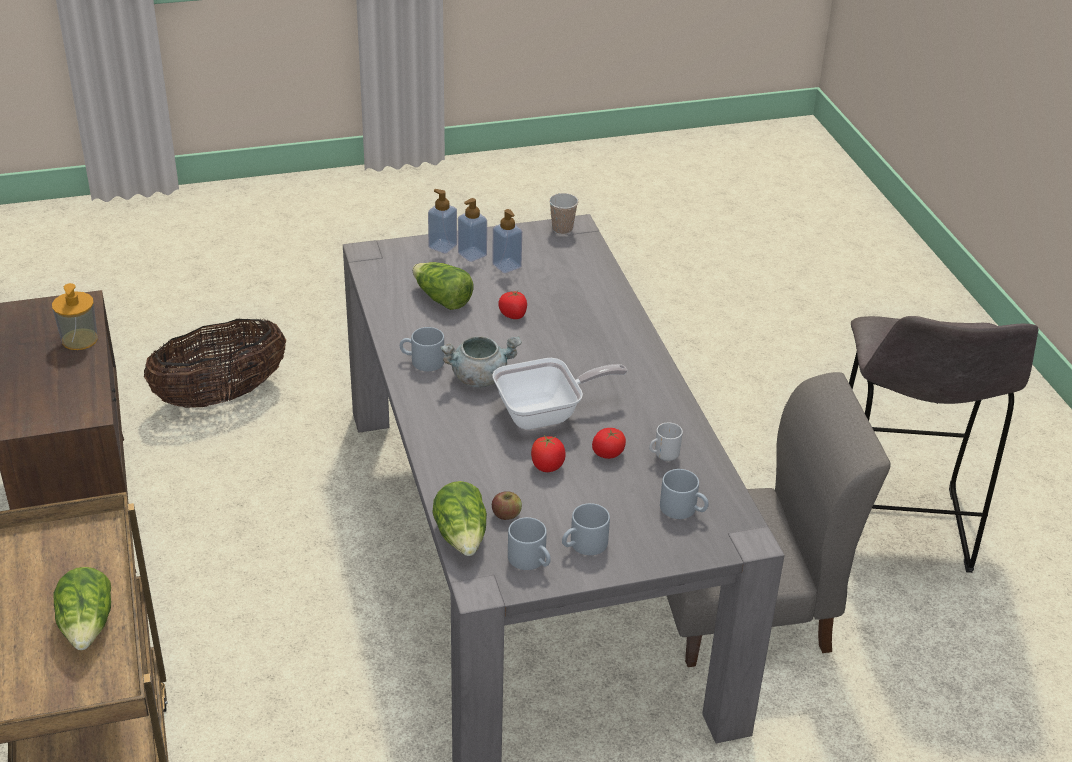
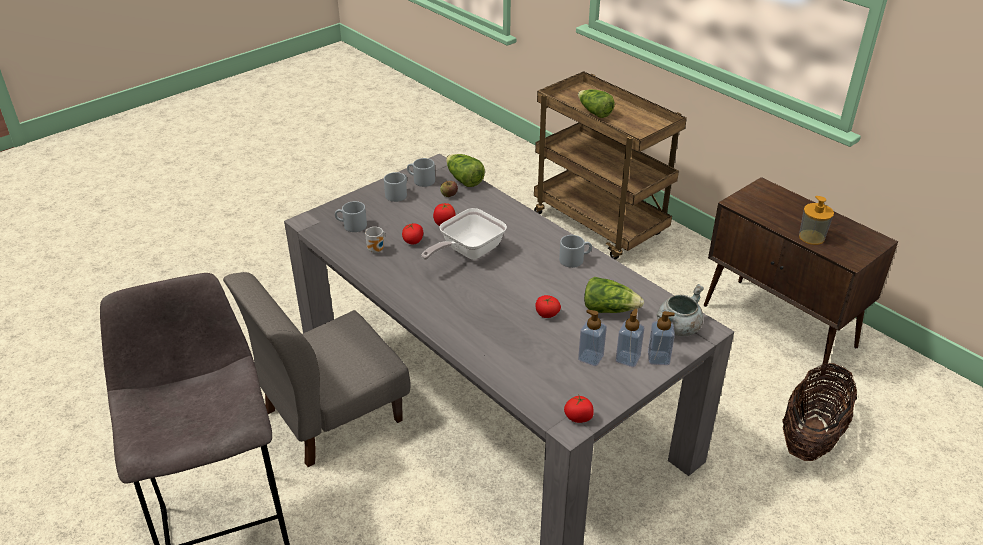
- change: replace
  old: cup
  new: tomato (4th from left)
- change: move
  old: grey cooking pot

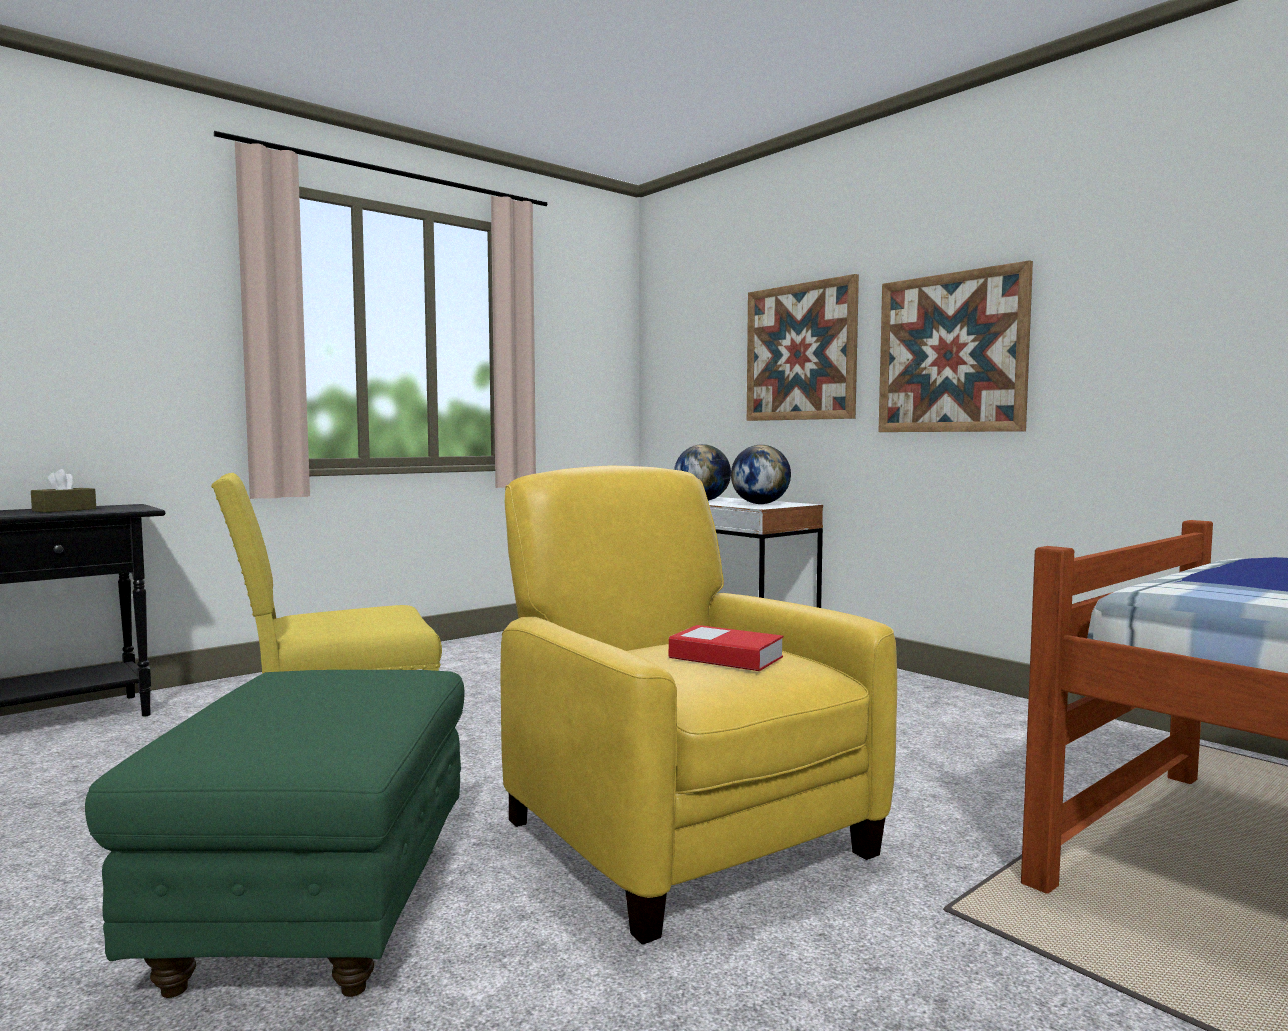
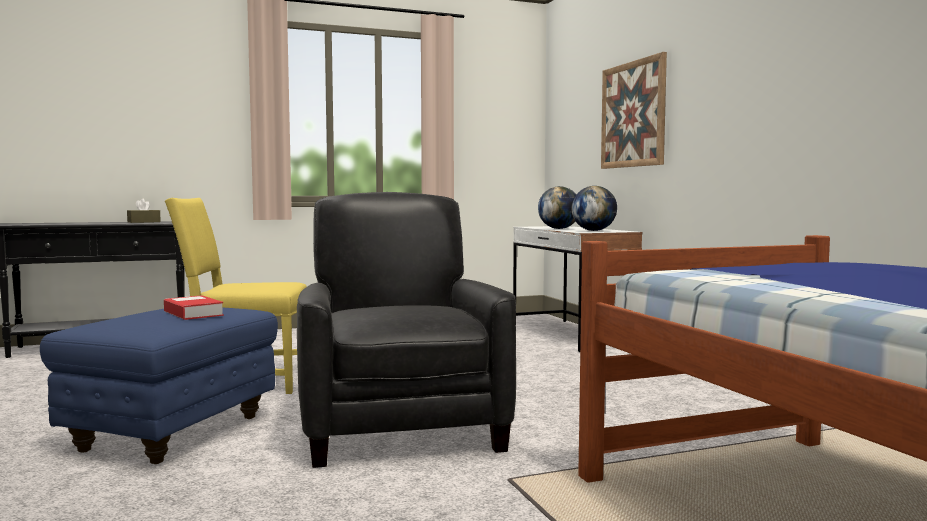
- change: recolor
  old: green ottoman
  new: blue ottoman
- change: move
  old: book
- change: recolor
  old: yellow armchair
  new: black armchair
- change: delete
  old: picture (2nd from left)

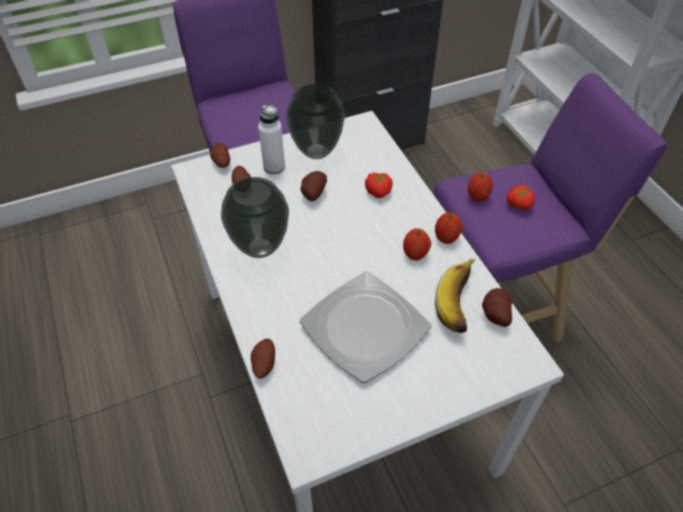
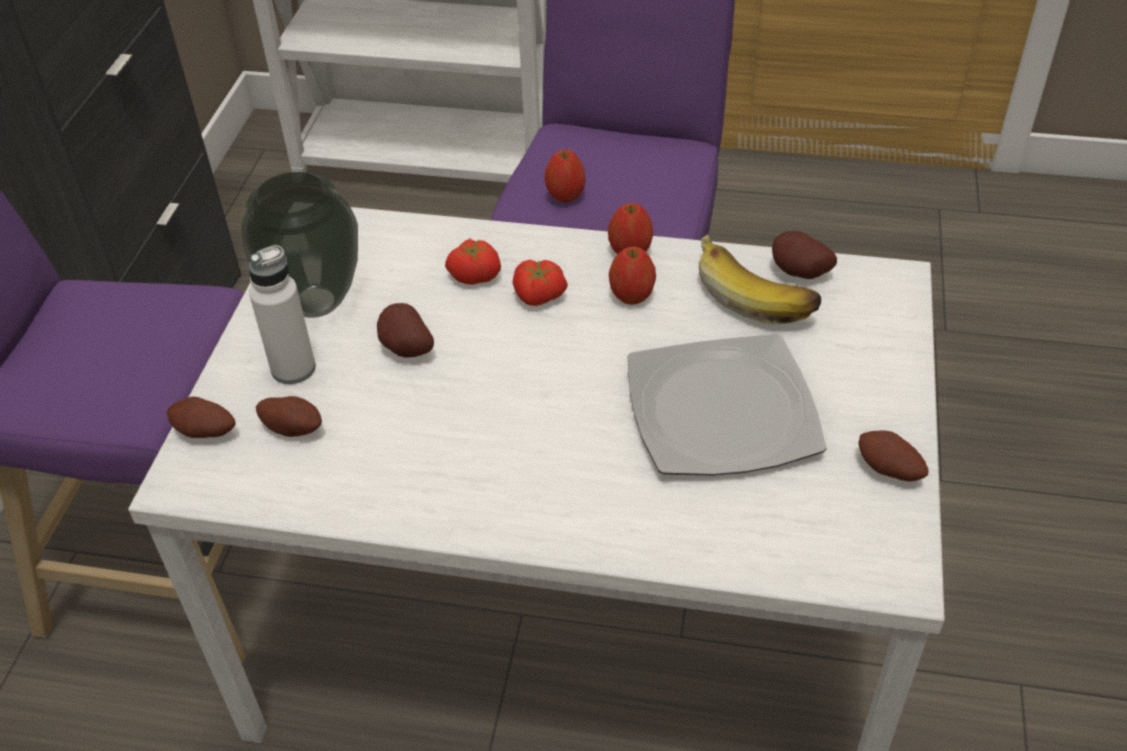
- change: move
  old: tomato (2nd from left)
- change: move
  old: potato (3rd from left in the first image)
  new: potato (5th from left)
- change: delete
  old: vase (1st from left)

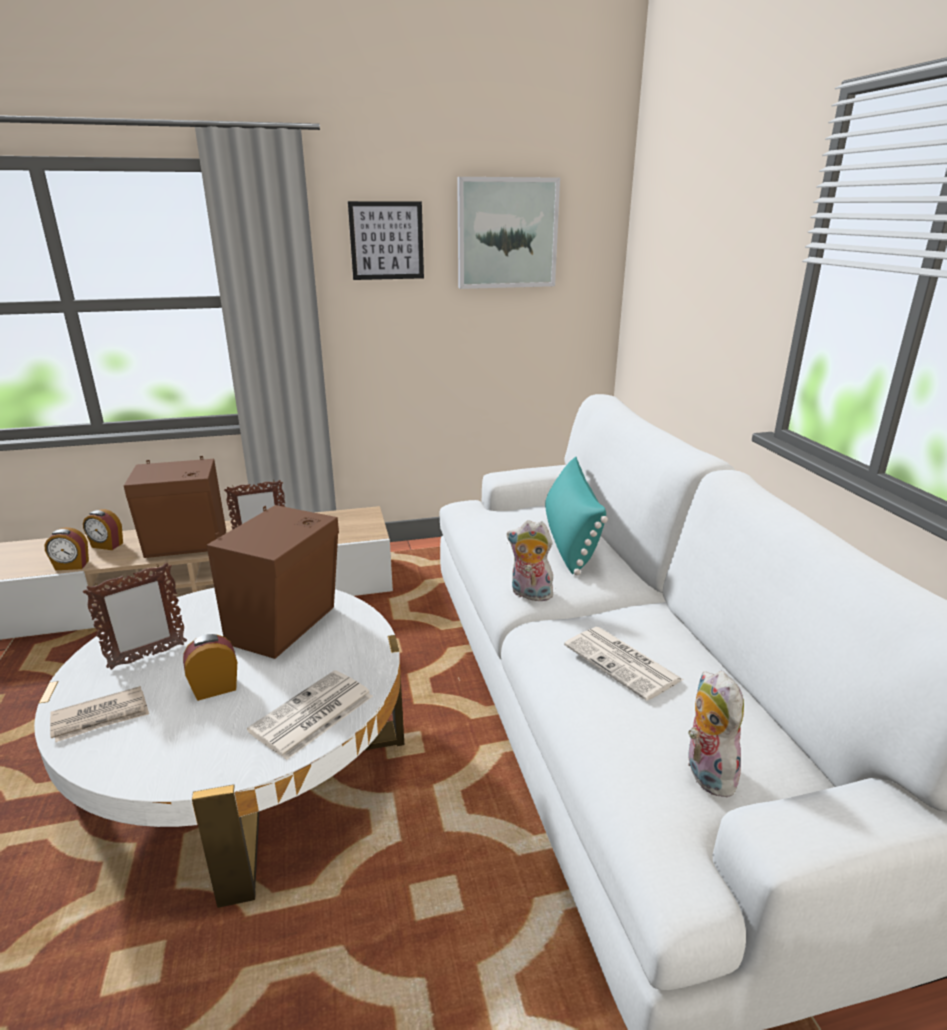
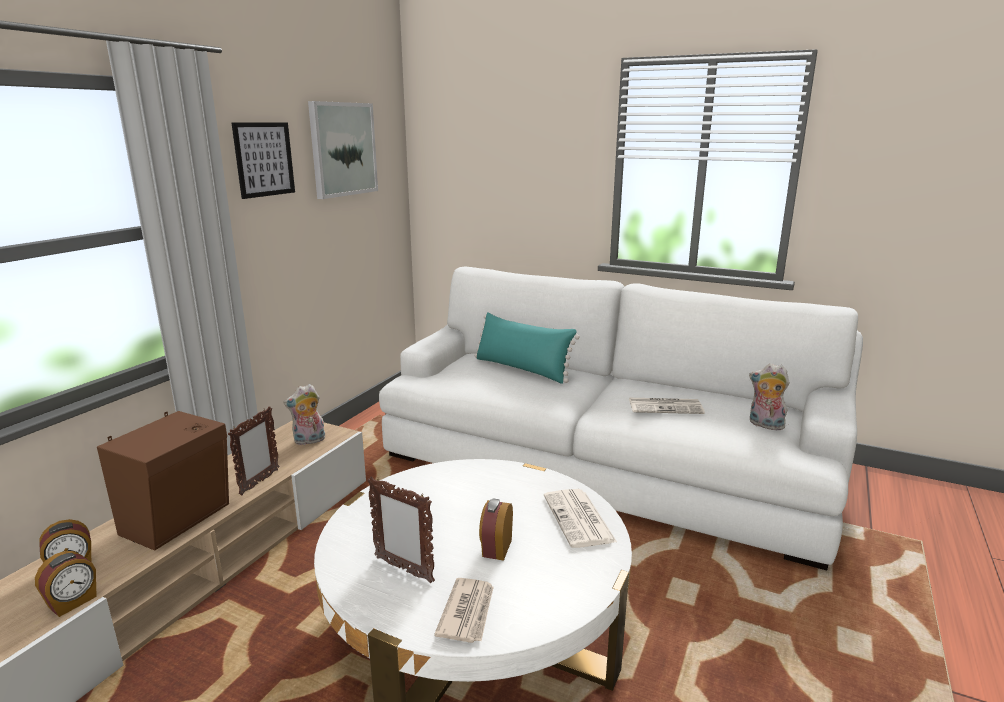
- change: move
  old: plush toy (1st from left)
- change: rotate
  old: picture frame (1st from left in the first image)
  degrees: 120
- change: delete
  old: brown speaker (2nd from left)

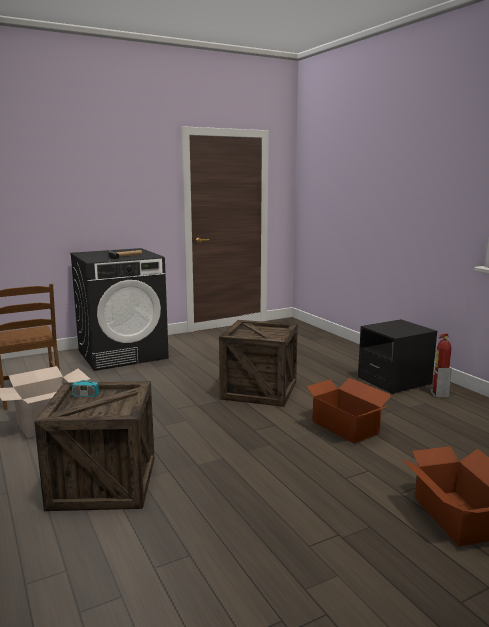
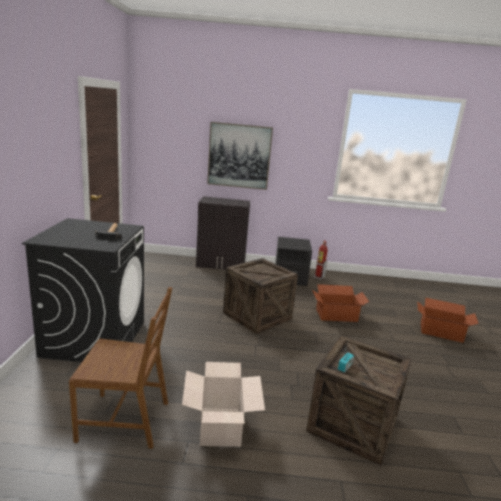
- change: insert
  new: black cabinet
- change: insert
  new: picture

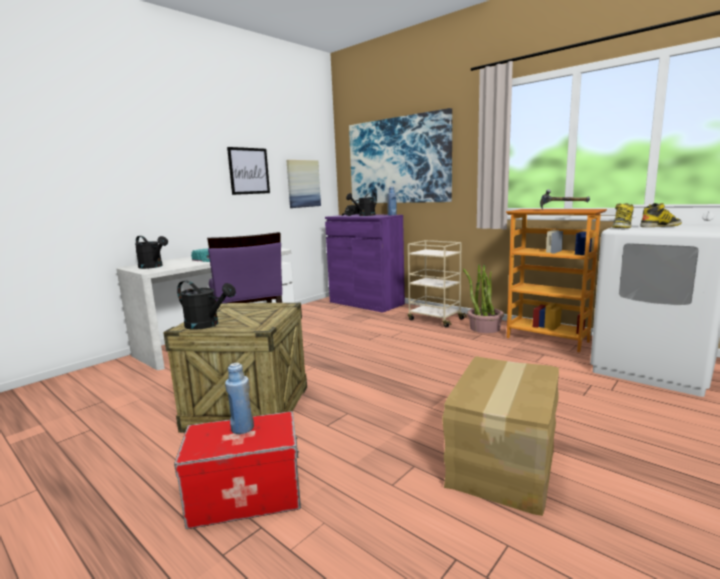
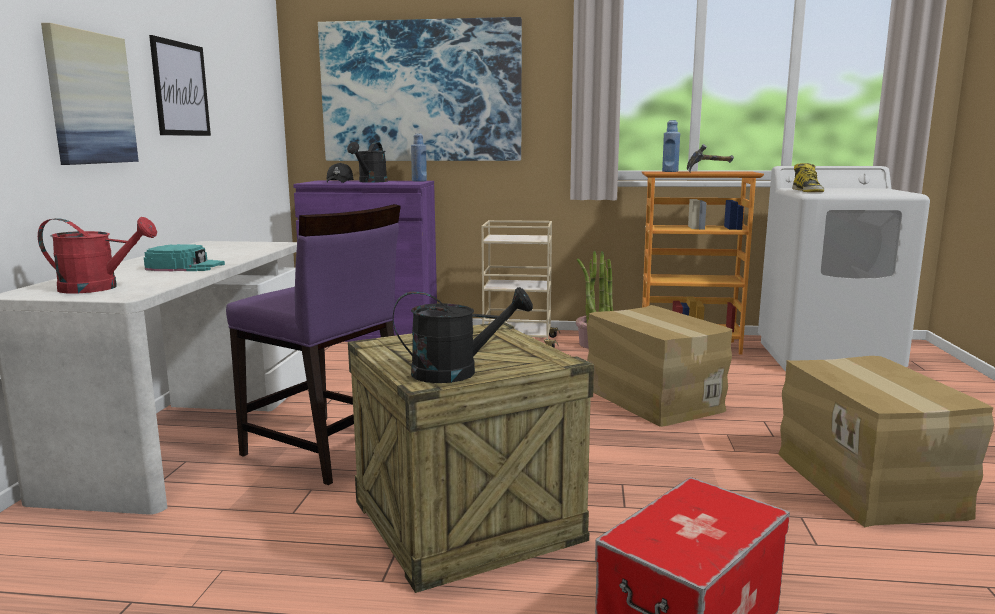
- change: recolor
  old: black watering can (1st from left)
  new: red watering can
- change: move
  old: picture (2nd from left in the first image)
  new: picture (1st from left)
- change: insert
  new: cardboard box (1st from left)
- change: move
  old: blue bottle (1st from left in the first image)
  new: blue bottle (2nd from left)
- change: delete
  old: boot (2nd from left)

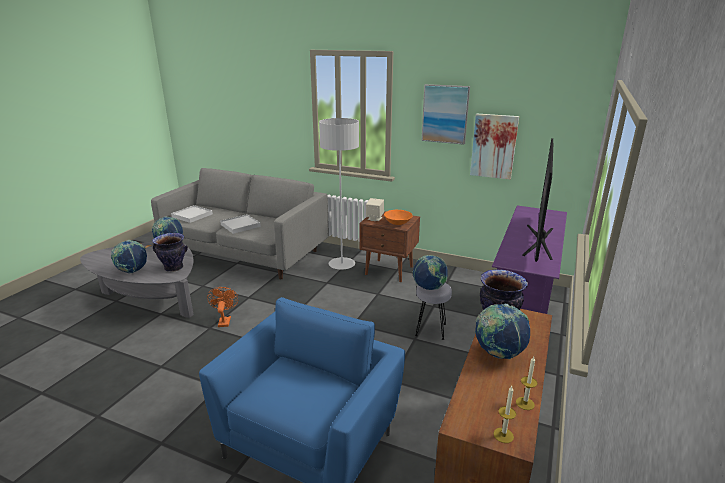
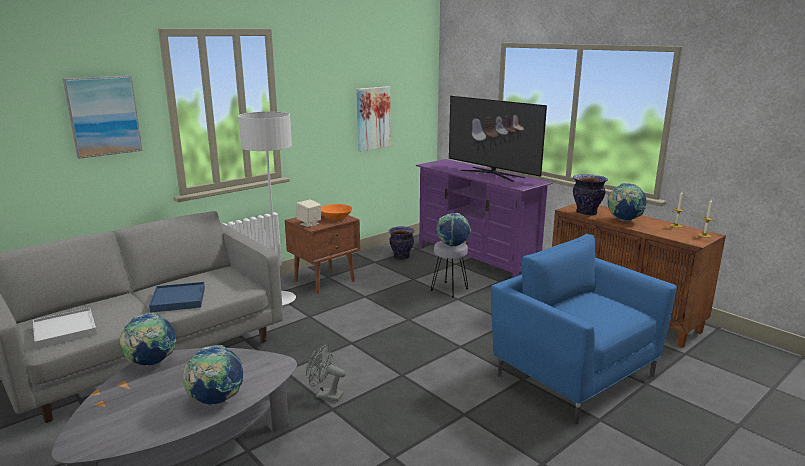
- change: move
  old: picture (1st from left)
- change: recolor
  old: white tray (2nd from left)
  new: blue tray
- change: recolor
  old: orange fan
  new: grey fan
- change: move
  old: vase (1st from left)

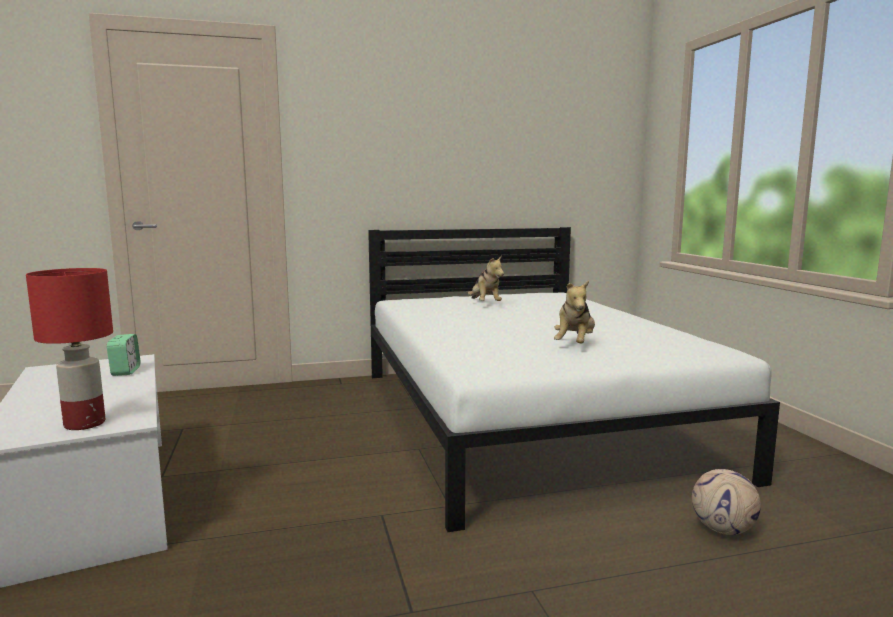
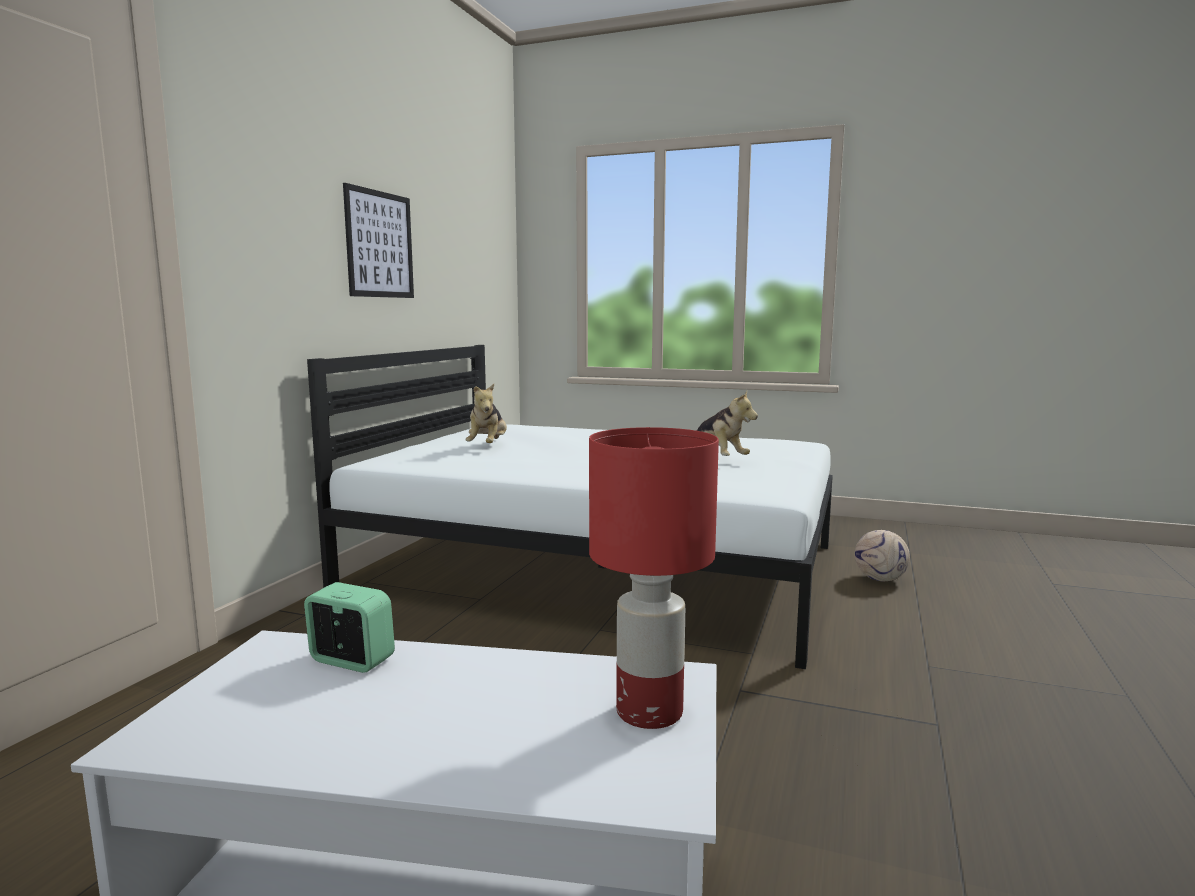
- change: insert
  new: picture
- change: rotate
  old: plush toy (1st from left)
  degrees: 75

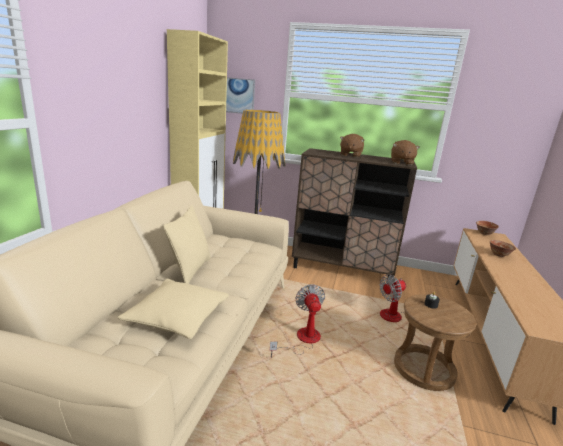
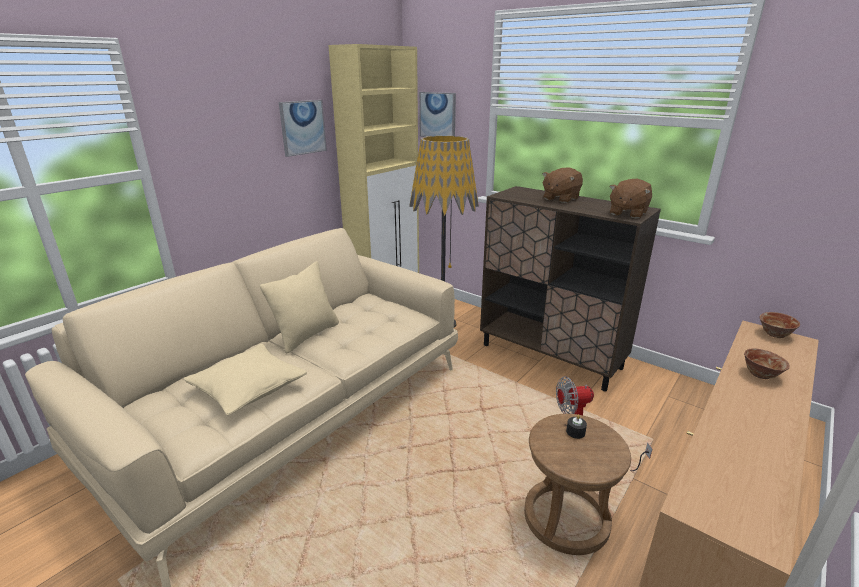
- change: insert
  new: picture (1st from left)
- change: delete
  old: fan (1st from left)

